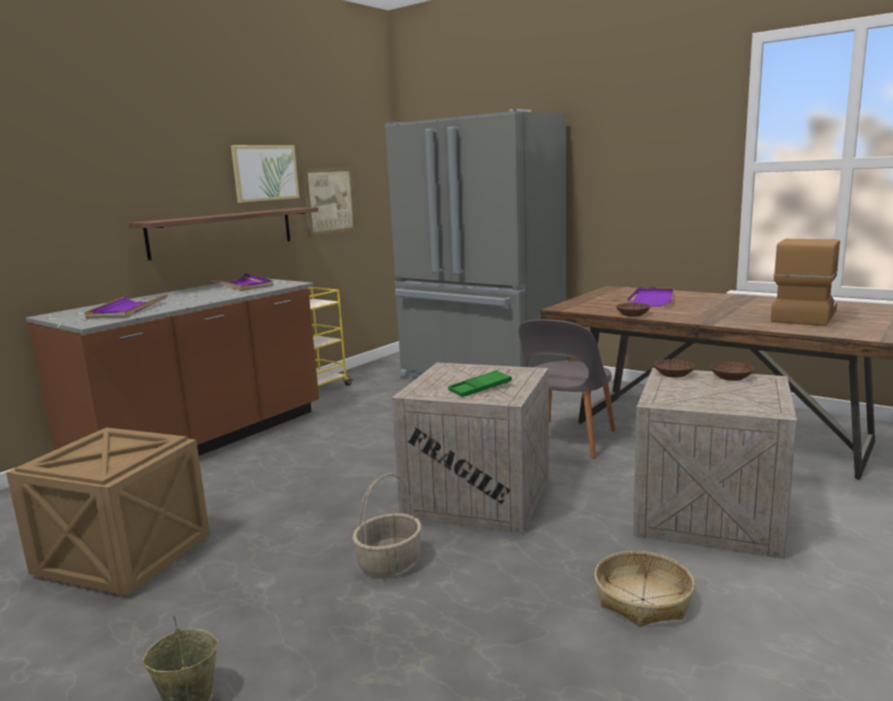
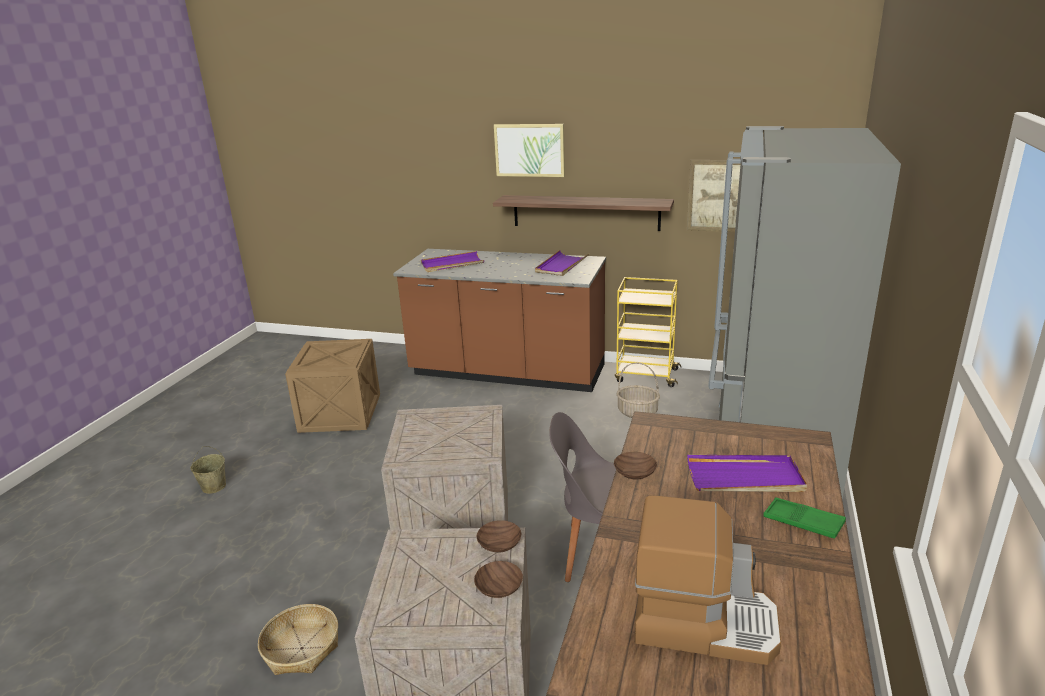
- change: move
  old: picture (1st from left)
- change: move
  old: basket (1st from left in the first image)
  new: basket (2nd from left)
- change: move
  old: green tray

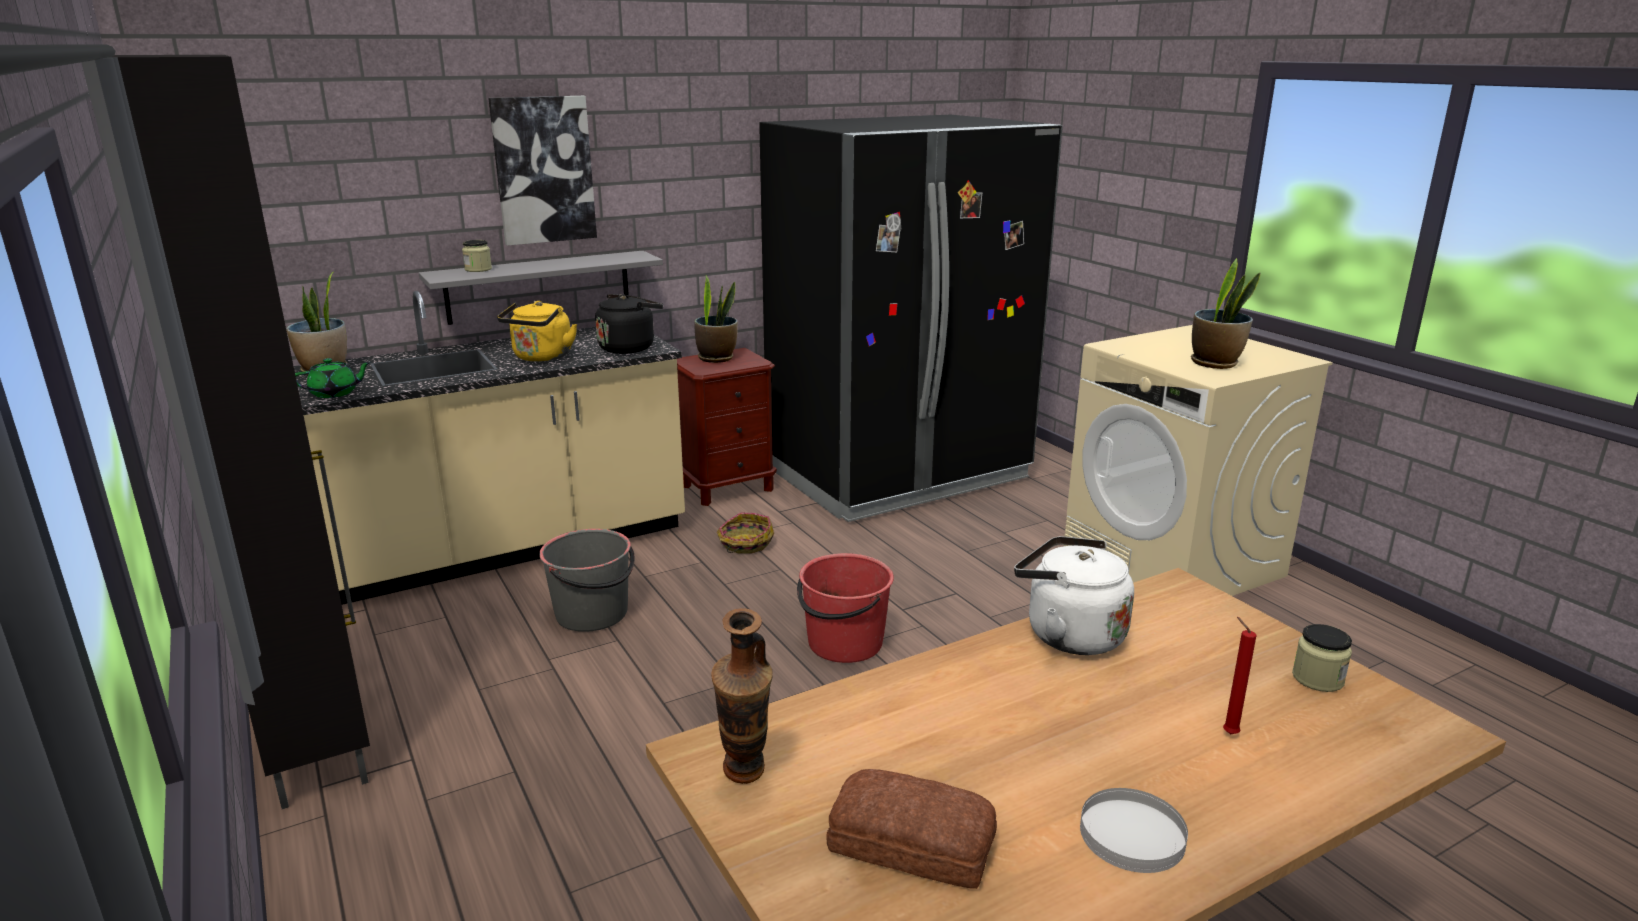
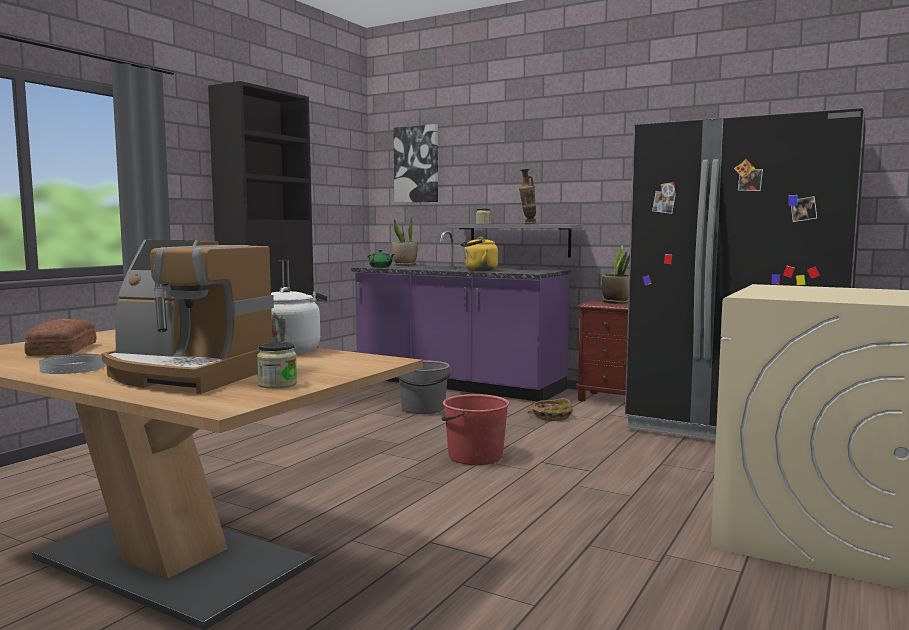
- change: replace
  old: red candle
  new: coffee machine
- change: recolor
  old: beige counter
  new: purple counter
- change: move
  old: picture
- change: move
  old: vase
- change: delete
  old: black kettle
- change: delete
  old: potted plant (3rd from left)

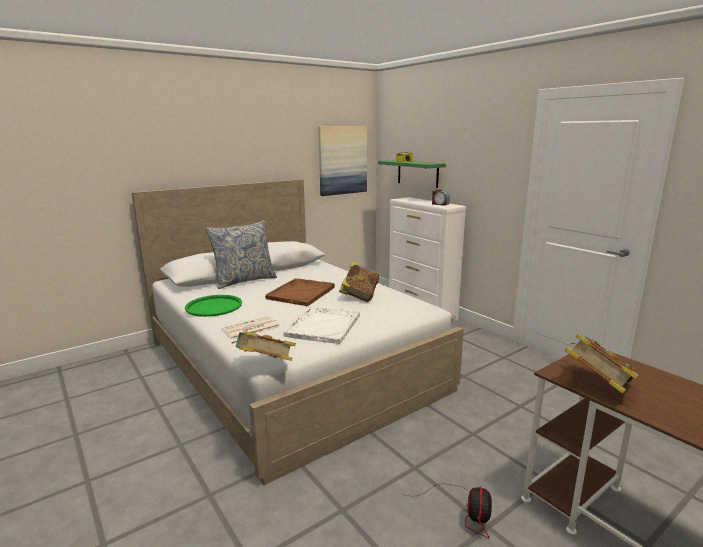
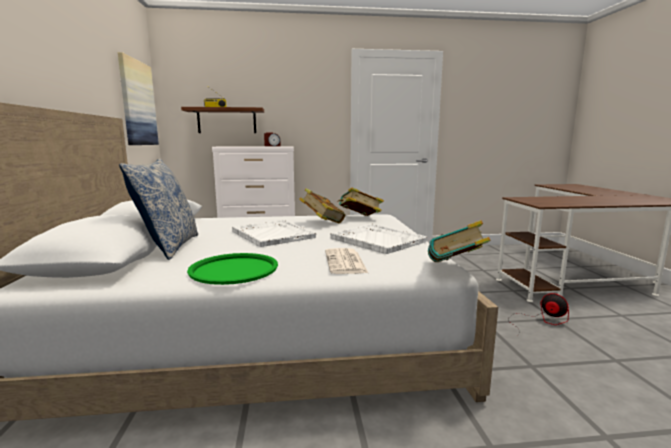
- change: recolor
  old: green shelf
  new: brown shelf
- change: recolor
  old: brown tray
  new: white tray (1st from left)
- change: move
  old: book (3rd from left in the first image)
  new: book (2nd from left)

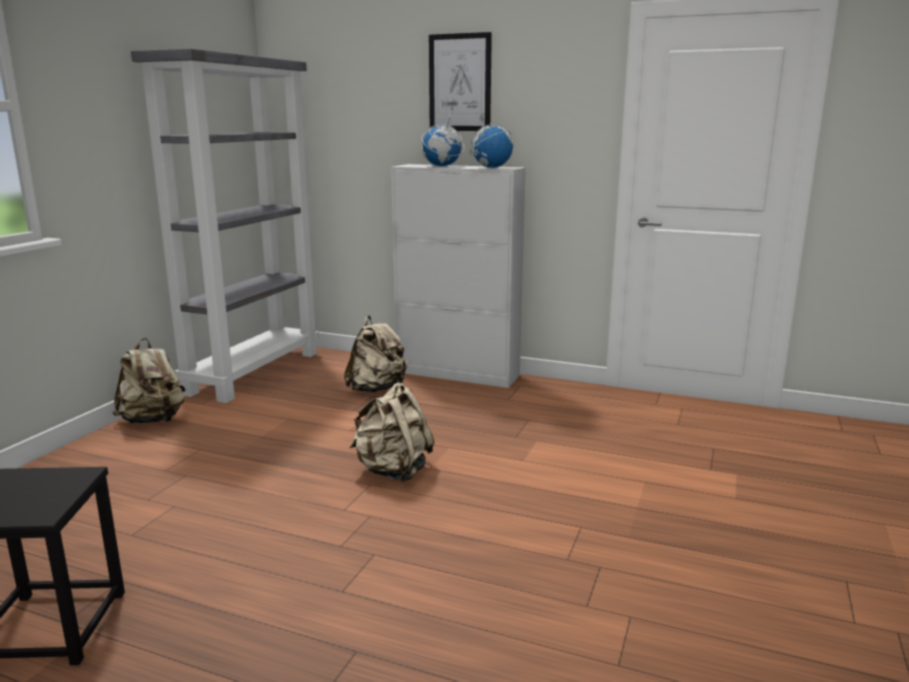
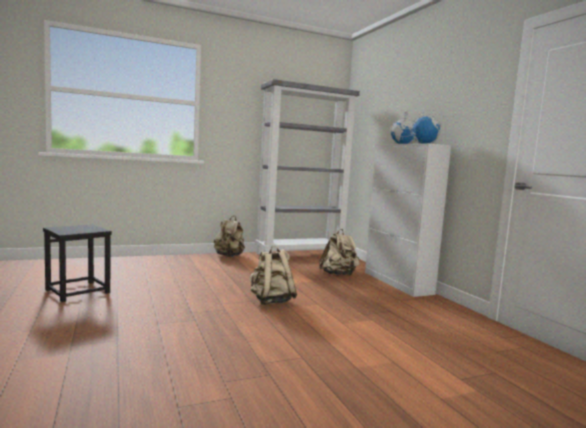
- change: delete
  old: picture

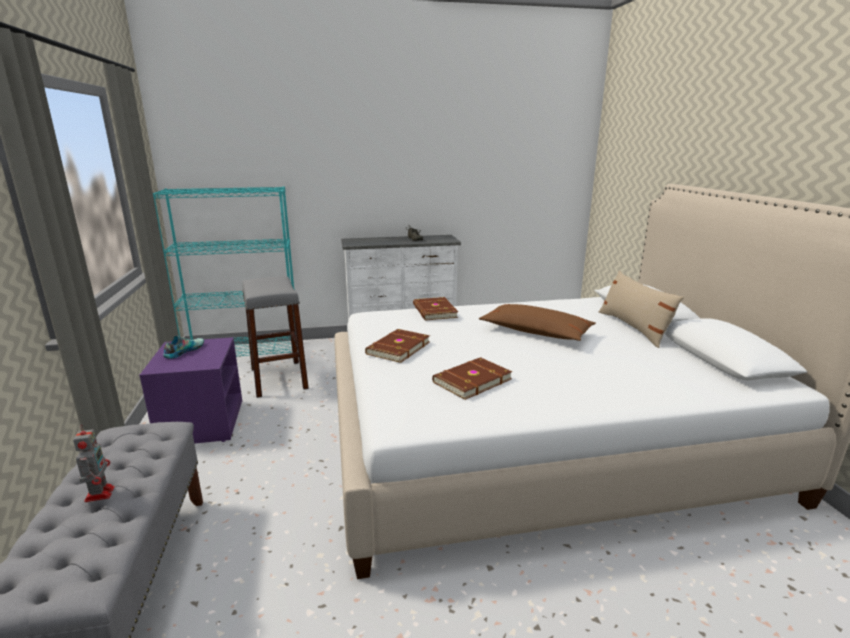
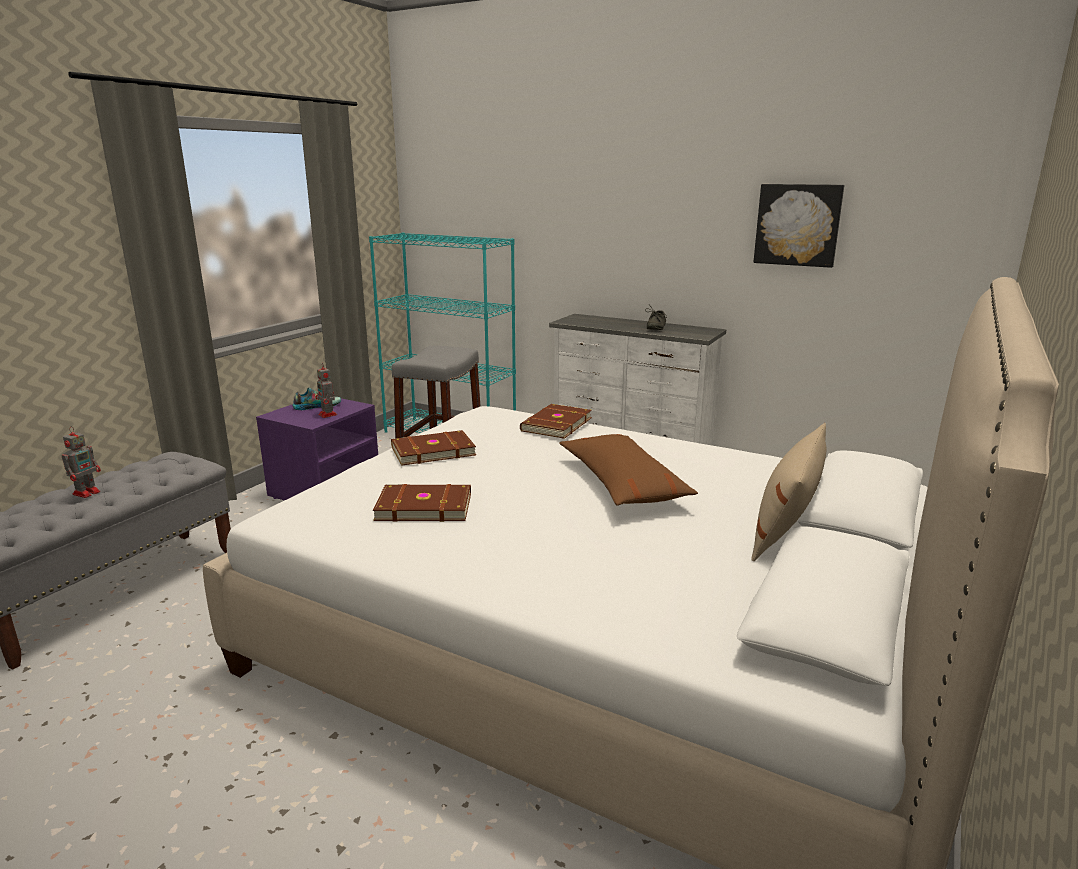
- change: insert
  new: toy robot (2nd from left)
- change: insert
  new: picture

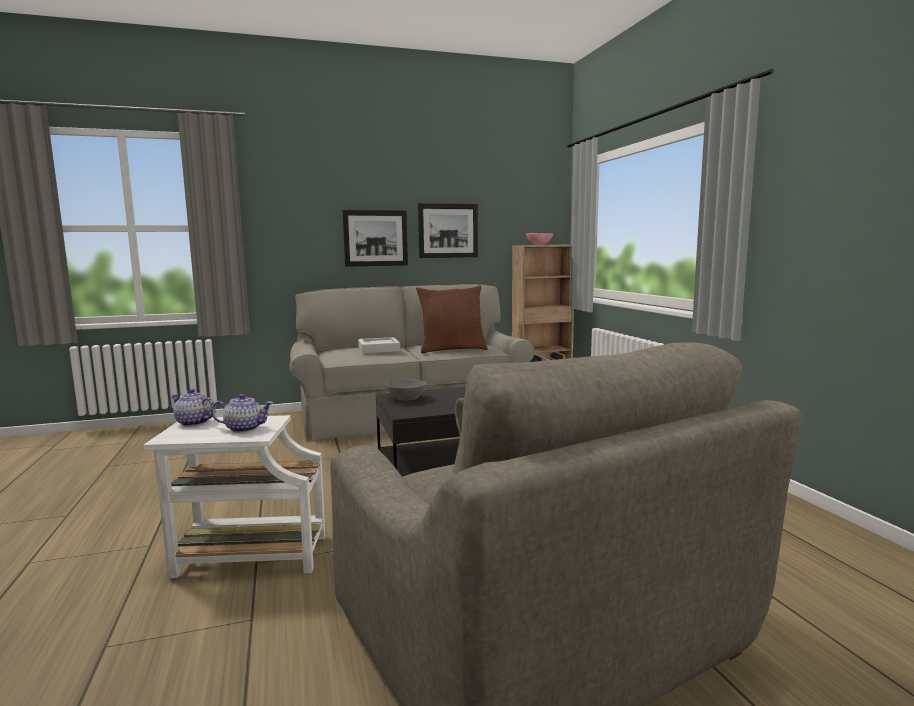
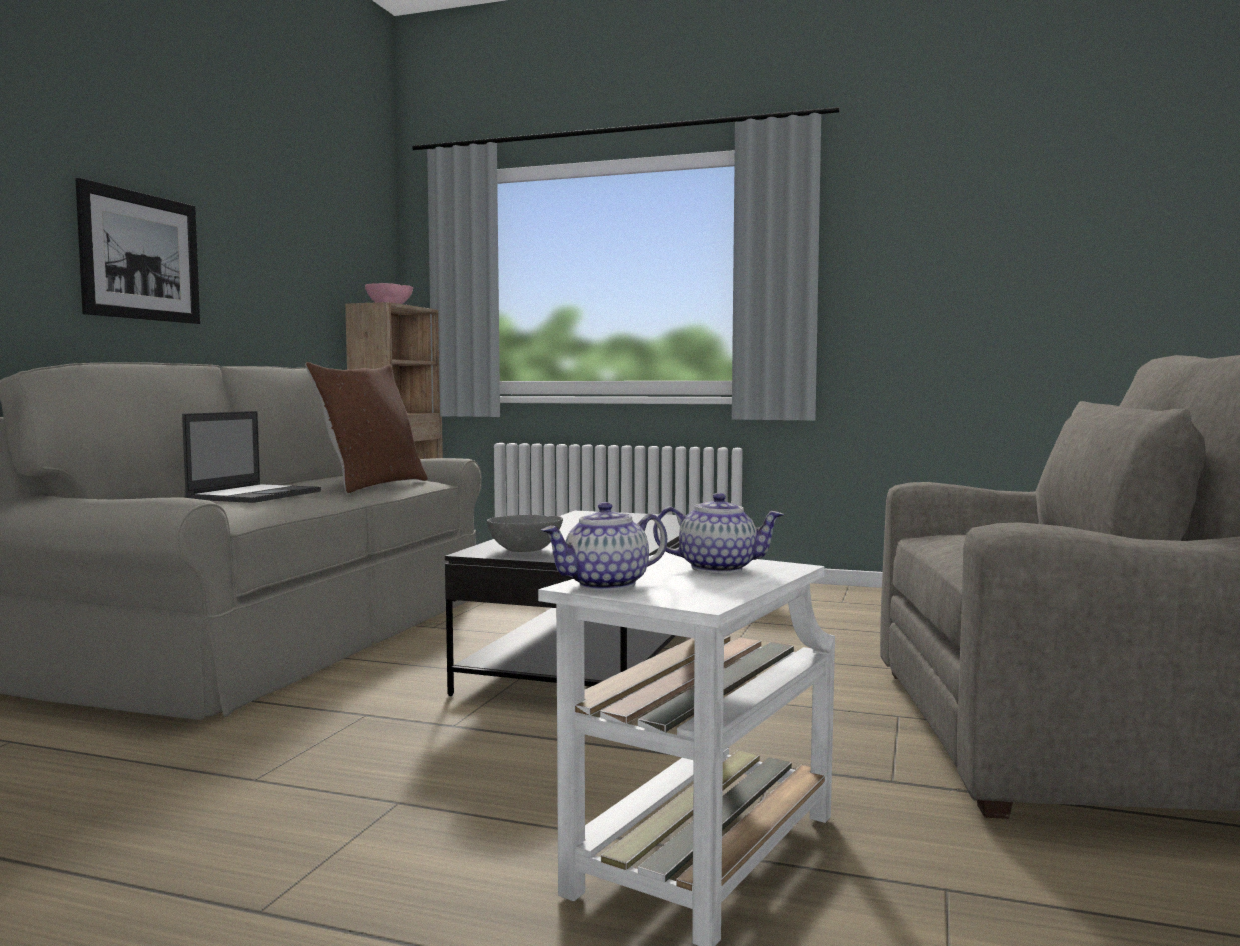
- change: replace
  old: grey tray
  new: laptop
- change: rotate
  old: teapot (2nd from left)
  degrees: 60
- change: delete
  old: picture (2nd from left)

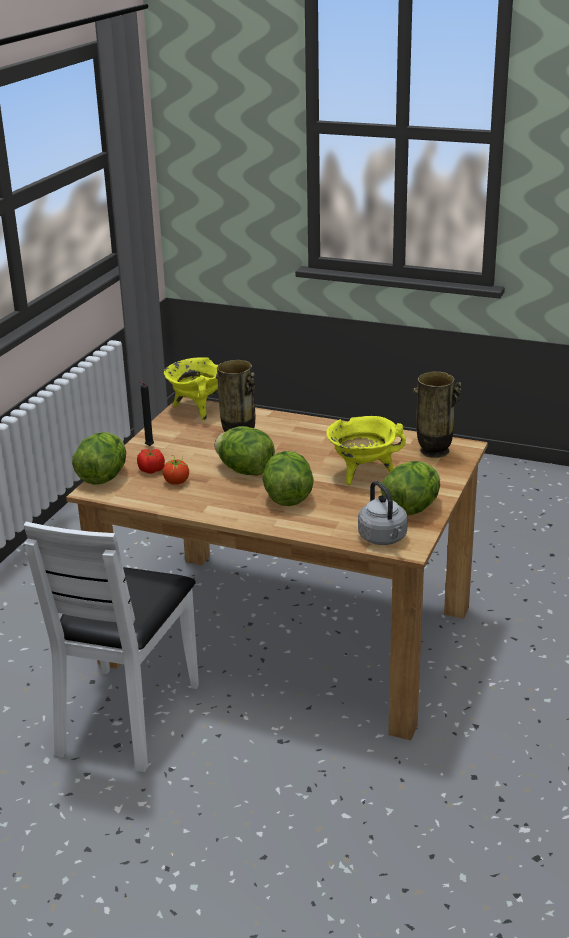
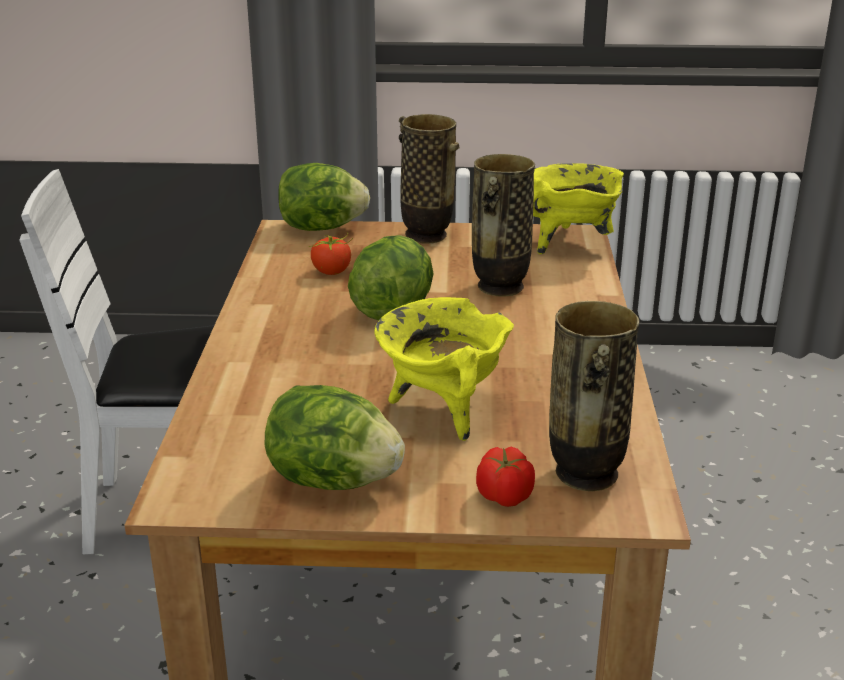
- change: replace
  old: black candle
  new: vase (1st from left)
- change: move
  old: tomato (1st from left in the first image)
  new: tomato (2nd from left)
- change: delete
  old: lettuce (3rd from left)
- change: delete
  old: grey kettle

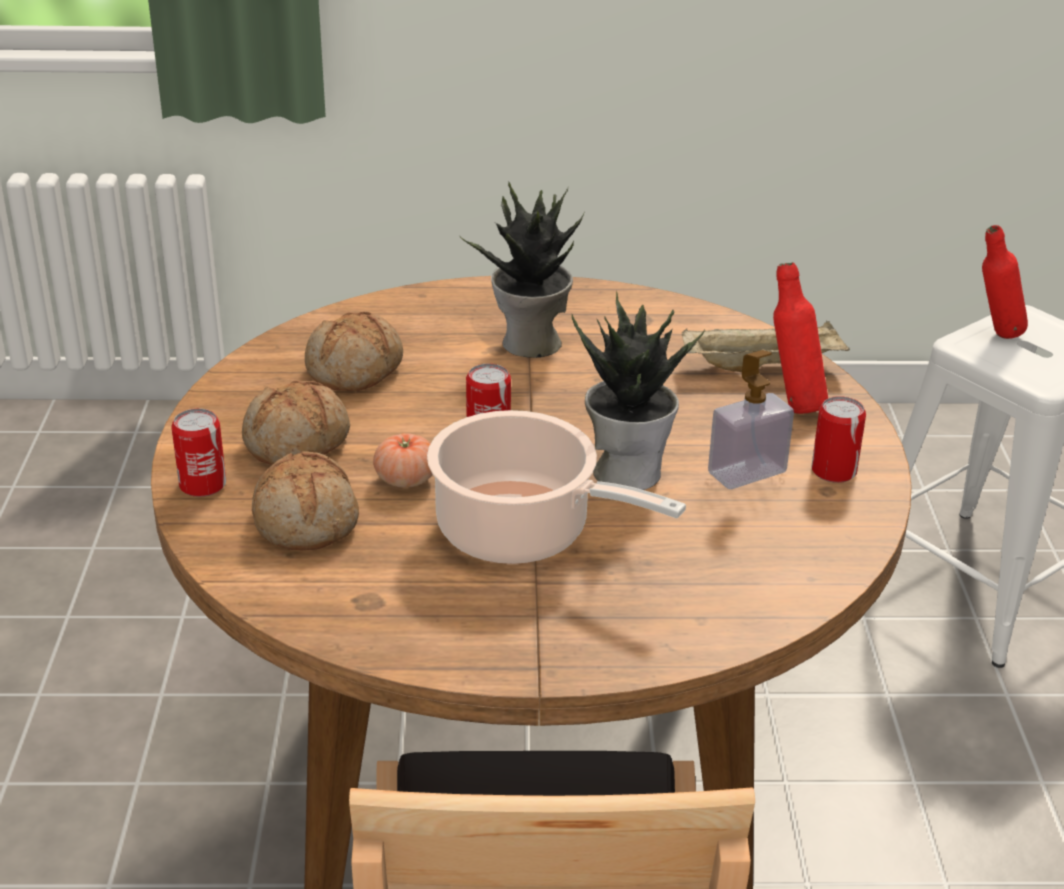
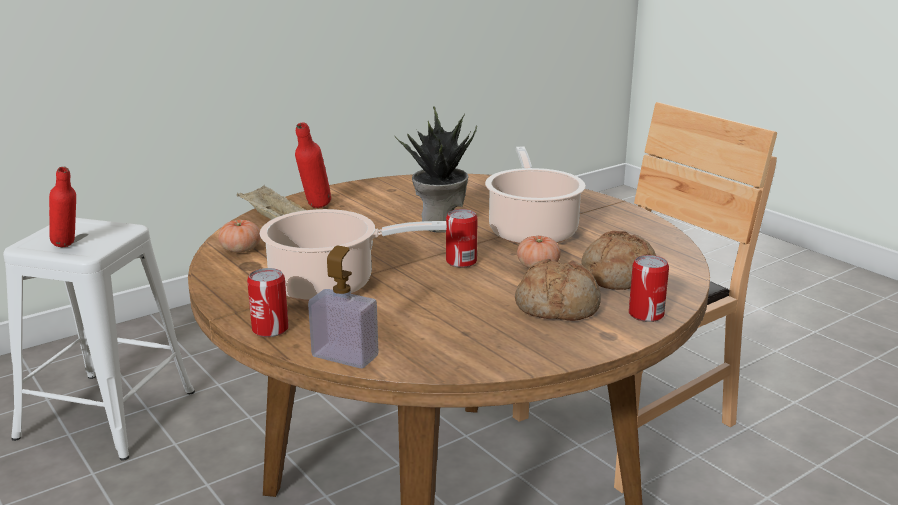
- change: insert
  new: tomato (1st from left)
- change: move
  old: can (3rd from left in the first image)
  new: can (1st from left)
- change: replace
  old: potted plant (1st from left)
  new: cooking pot (1st from left)
- change: move
  old: soap dispenser
- change: delete
  old: bread (3rd from left)

